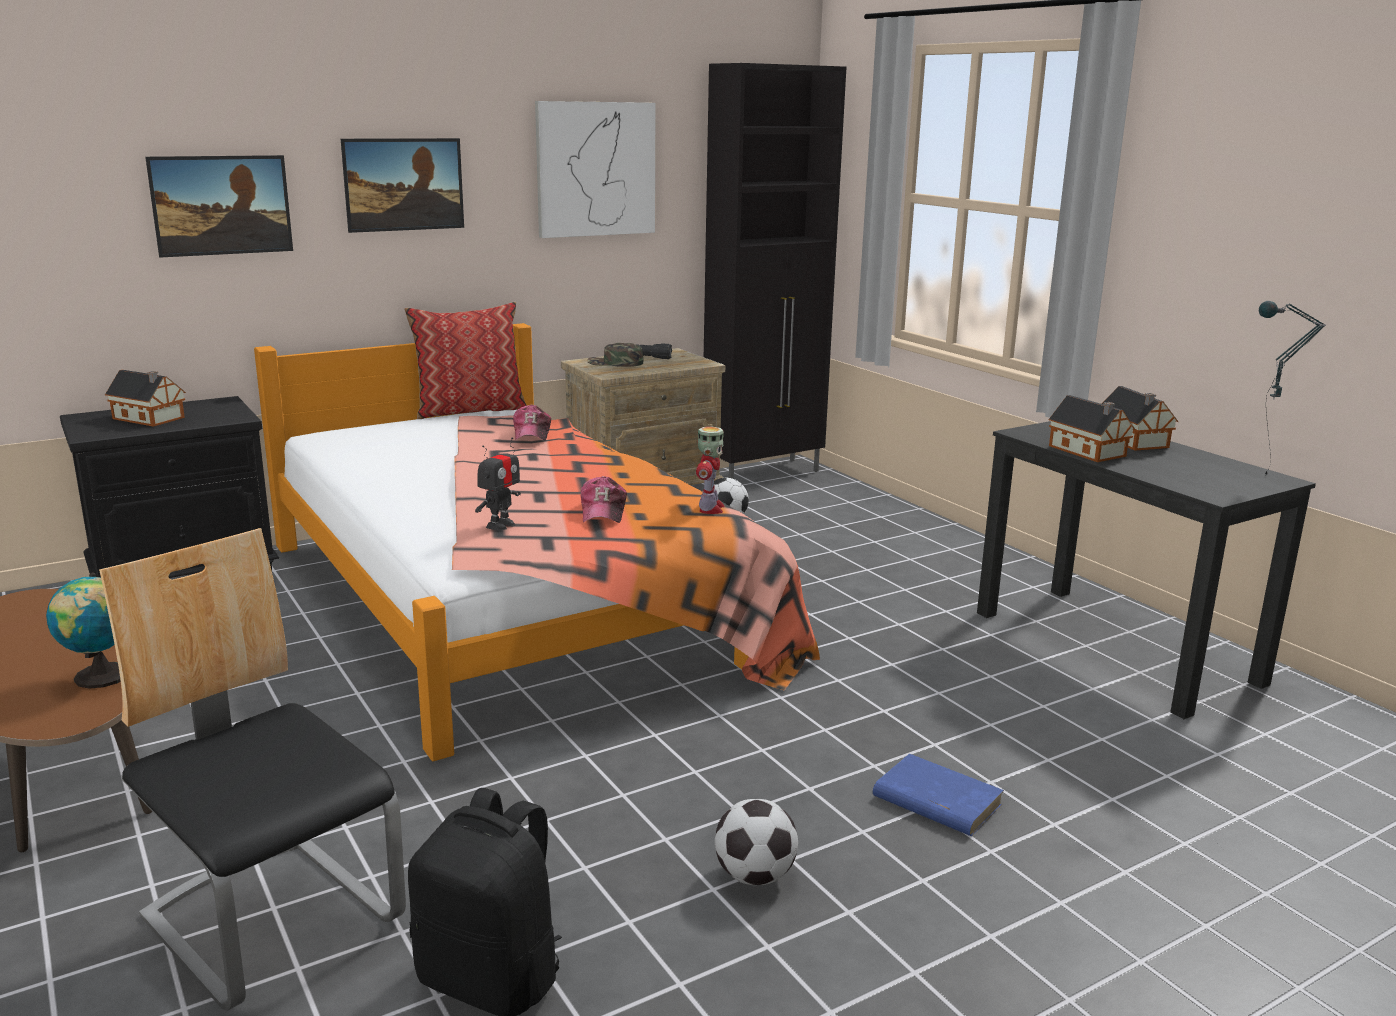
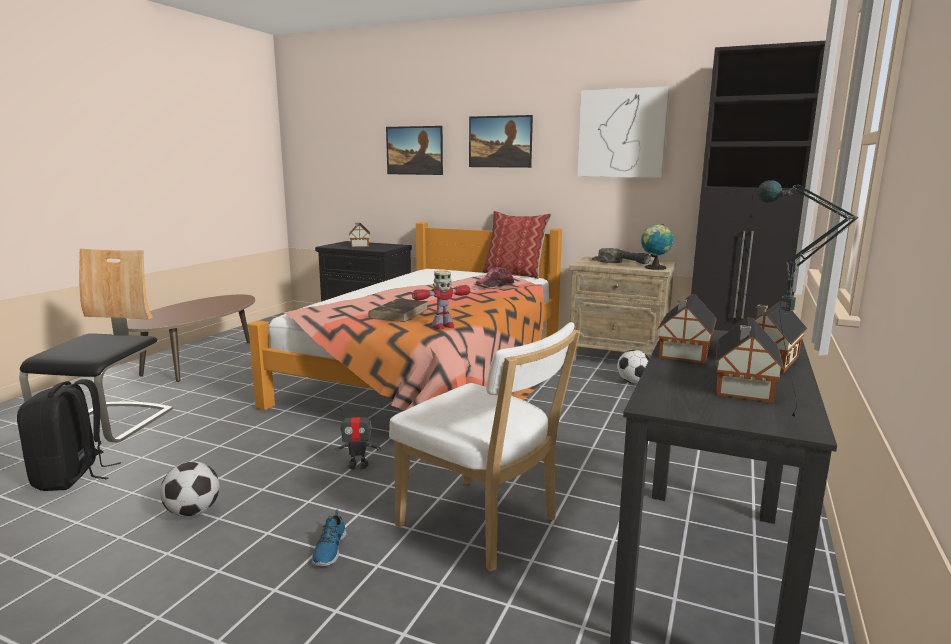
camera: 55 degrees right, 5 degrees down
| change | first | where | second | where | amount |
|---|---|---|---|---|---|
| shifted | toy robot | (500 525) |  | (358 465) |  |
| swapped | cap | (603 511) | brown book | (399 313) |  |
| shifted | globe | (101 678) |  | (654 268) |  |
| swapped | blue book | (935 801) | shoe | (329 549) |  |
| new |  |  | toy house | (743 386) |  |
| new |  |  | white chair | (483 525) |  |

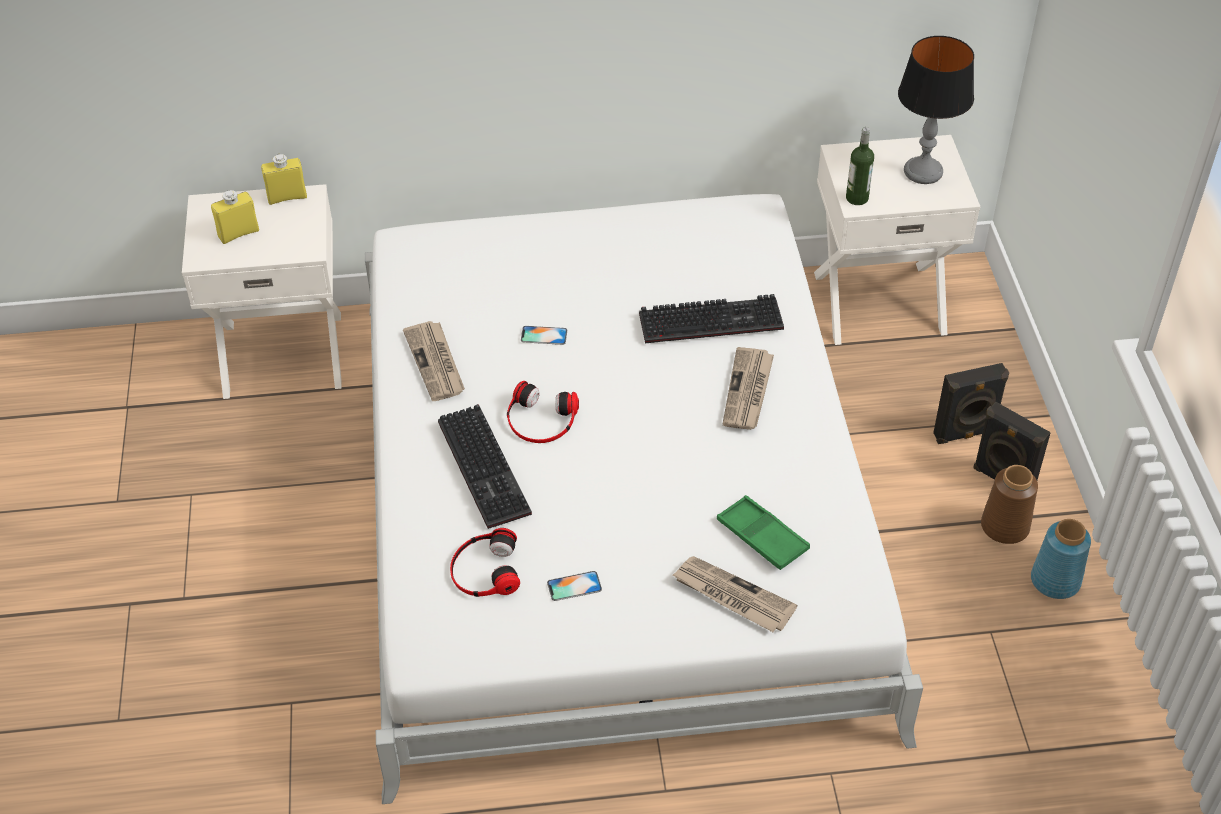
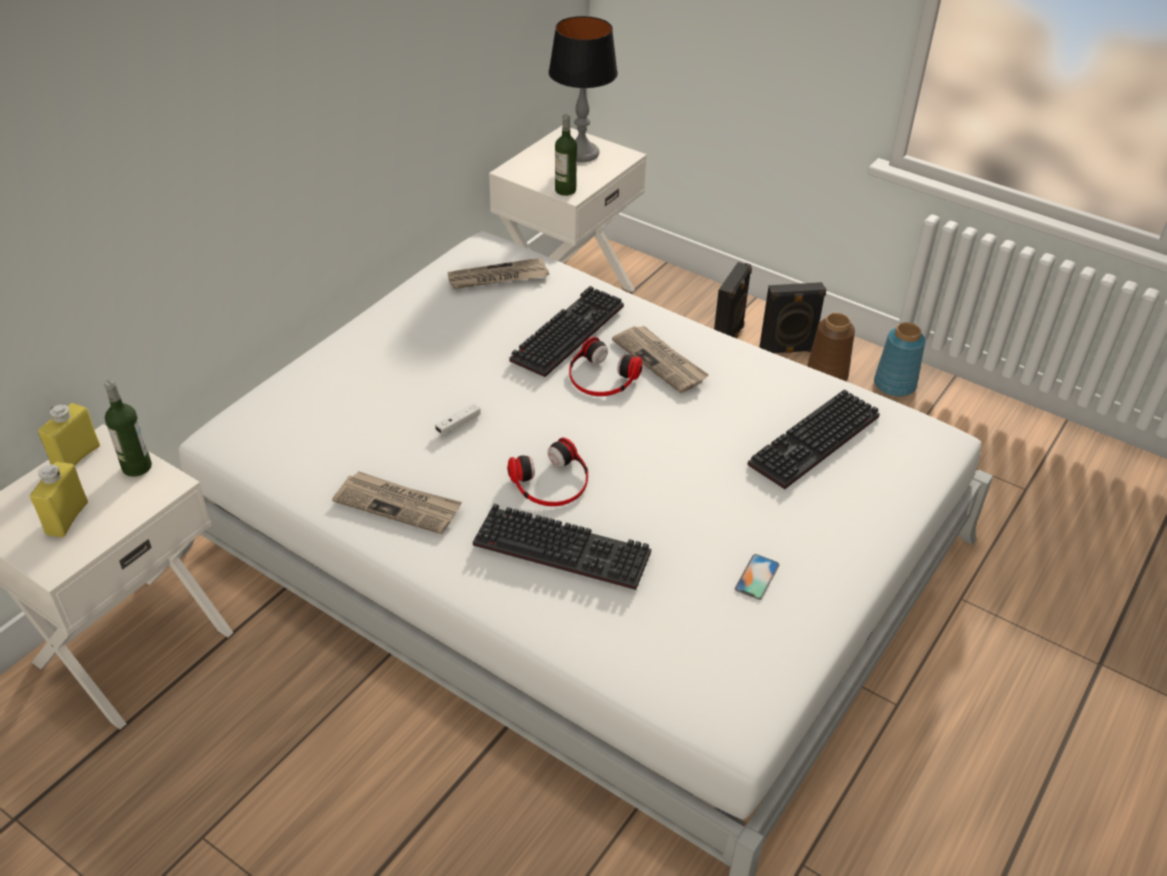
camera: 50 degrees left, 5 degrees down
| change | first | where | second | where | amount |
|---|---|---|---|---|---|
| swapped | phone | (544 335) | white game controller | (458 424) |  |
| swapped | green tray | (762 537) | keyboard | (815 443) |  |
| shifted | headphones | (485 570) |  | (601 377) |  |
| shifted | newspaper | (732 596) |  | (497 278) |  |
| new |  |  | bottle | (137 467) |  |

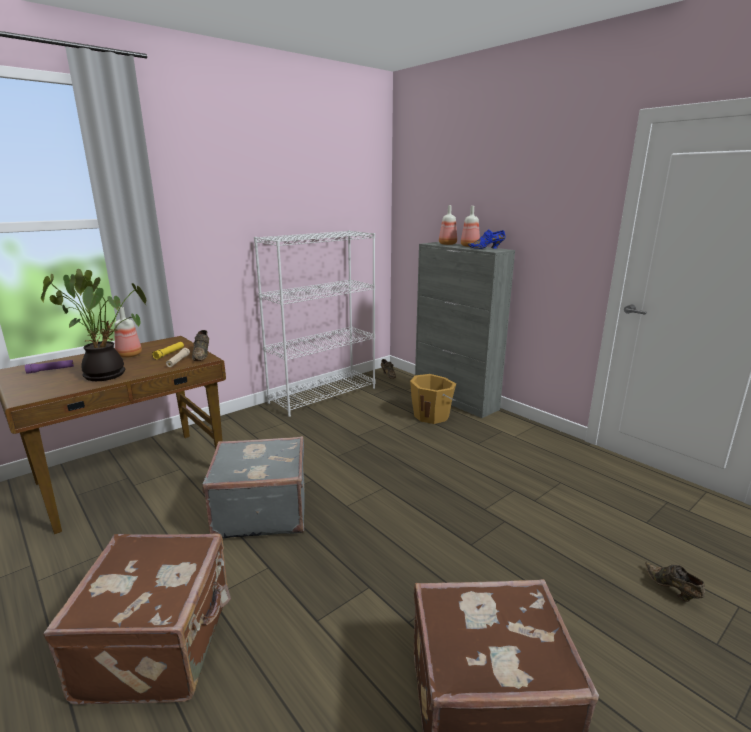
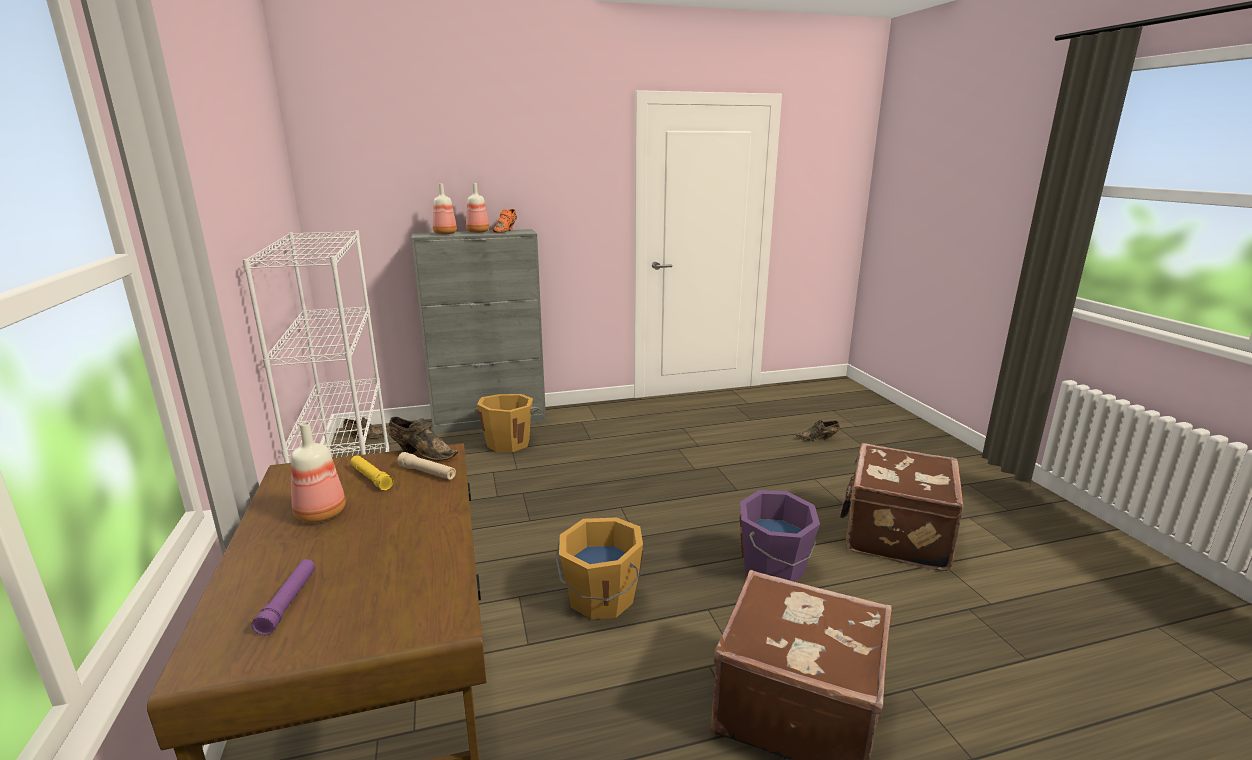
camera: 65 degrees left, 0 degrees up
| change | first | where | second | where | amount |
|---|---|---|---|---|---|
| repainted | blue shoe | (487 248) | orange shoe | (505 231) |  |
| gone | potted plant | (108 374) |  |  |  |
| swapped | grey suitcase | (261 511) | orange bucket | (600 598) |  |
| new |  |  | purple bucket | (774 568) |  |

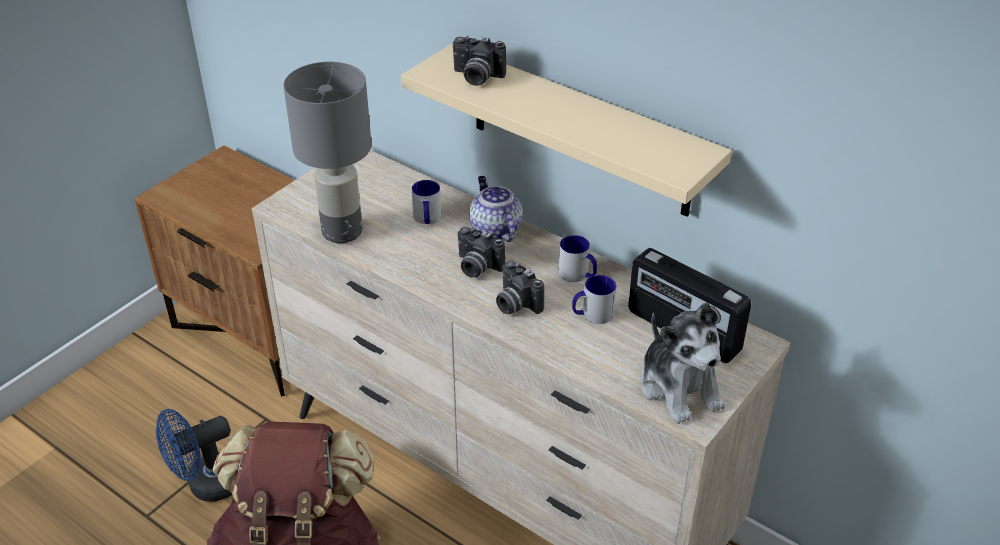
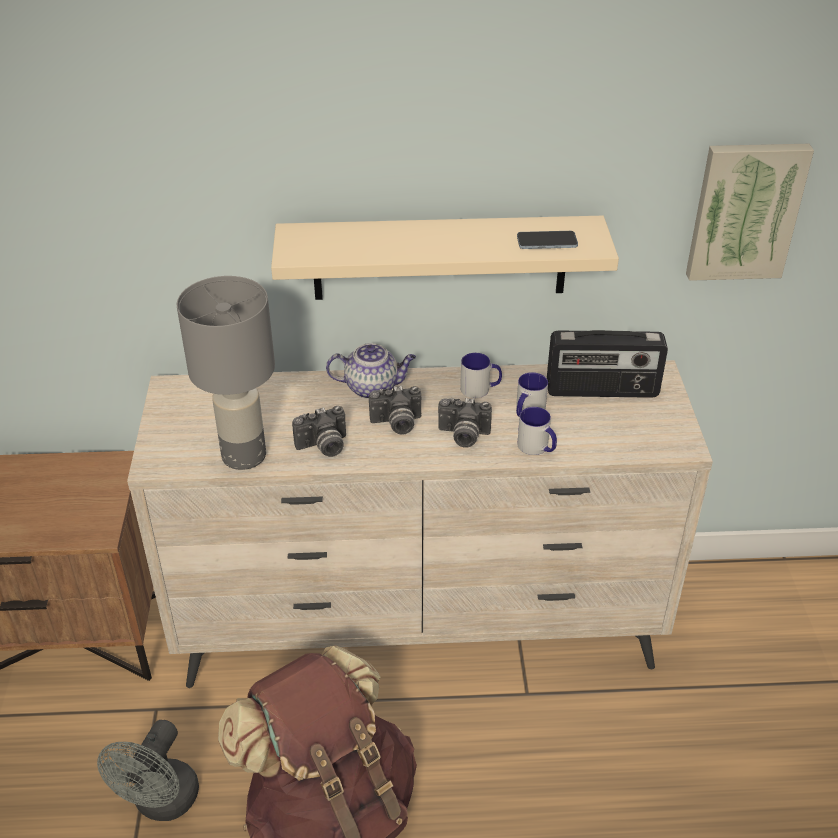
camera: 40 degrees left, 0 degrees up
| change | first | where | second | where | amount |
|---|---|---|---|---|---|
| shifted | photo camera | (476 78) |  | (323 447) |  |
| rotated | teapot | (494 229) |  | (373 387) | 150 degrees clockwise |
| shifted | mug | (427 219) |  | (537 448) |  |
| gone | plush toy | (679 387) |  |  |  |
| repainted | blue fan | (207 485) | grey fan | (162 803) |  |
| new |  |  | picture | (745 210) |  |
| new |  |  | phone | (547 242) |  |

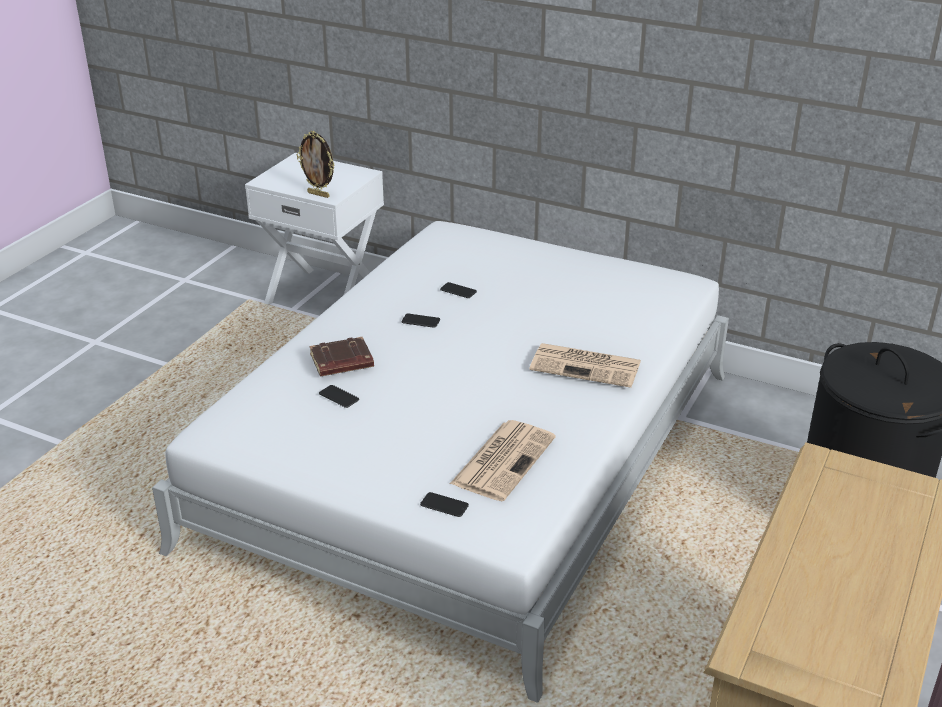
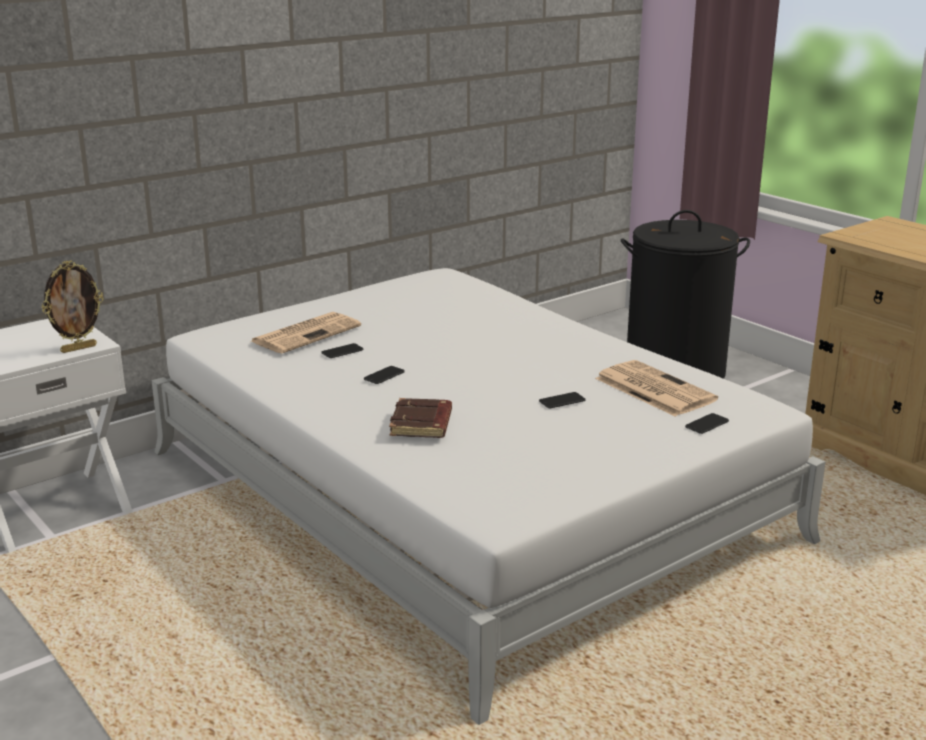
camera: 65 degrees left, 10 degrees down
| change | first | where | second | where | amount |
|---|---|---|---|---|---|
| shifted | newspaper | (587 366) |  | (306 333) |  |
| shifted | phone | (339 397) |  | (562 401) |  |

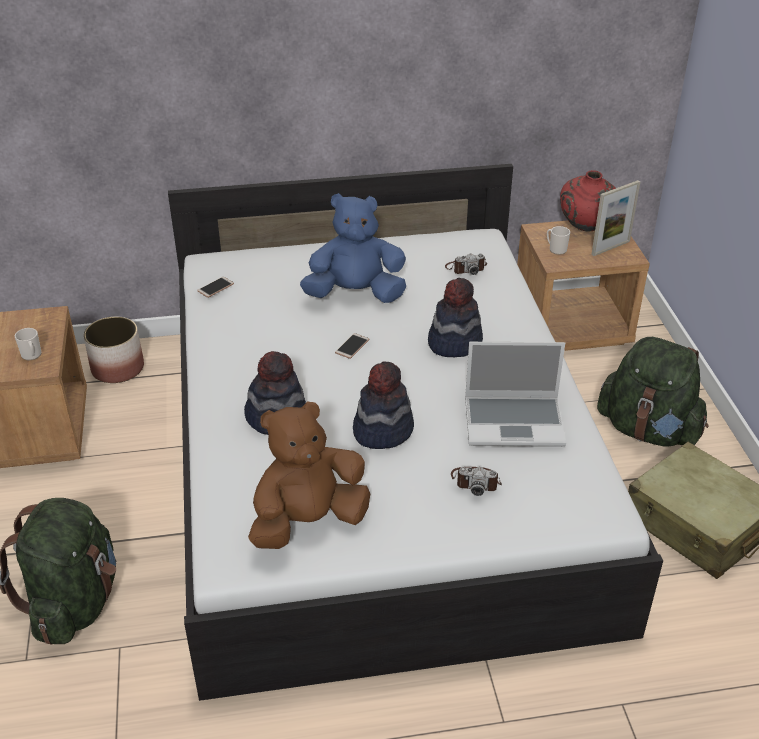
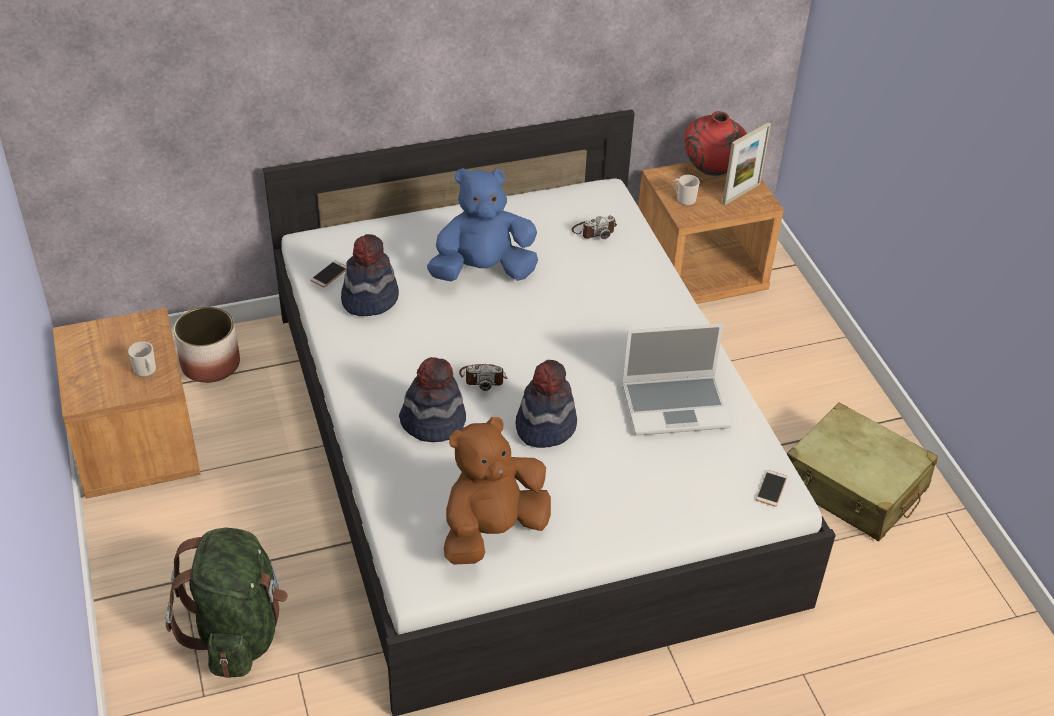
camera: 10 degrees left, 5 degrees up
| change | first | where | second | where | amount |
|---|---|---|---|---|---|
| shifted | hat | (454 342) |  | (369 298) |  |
| shifted | phone | (352 346) |  | (771 489) |  |
| gone | green backpack | (648 430) |  |  |  |
| shifted | photo camera | (475 481) |  | (483 377) |  |

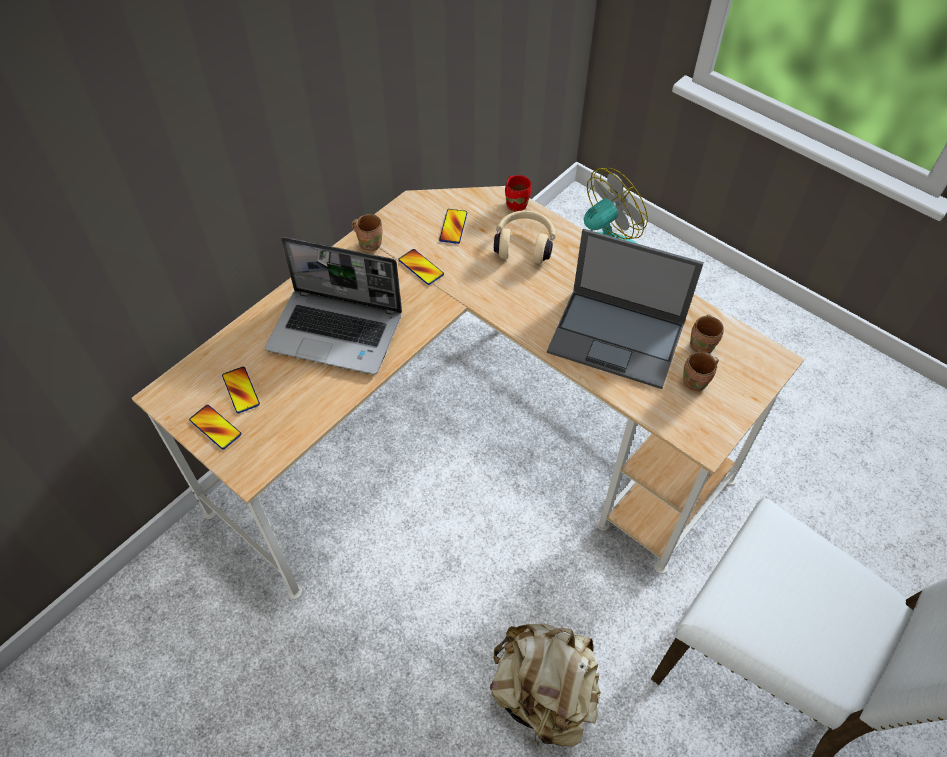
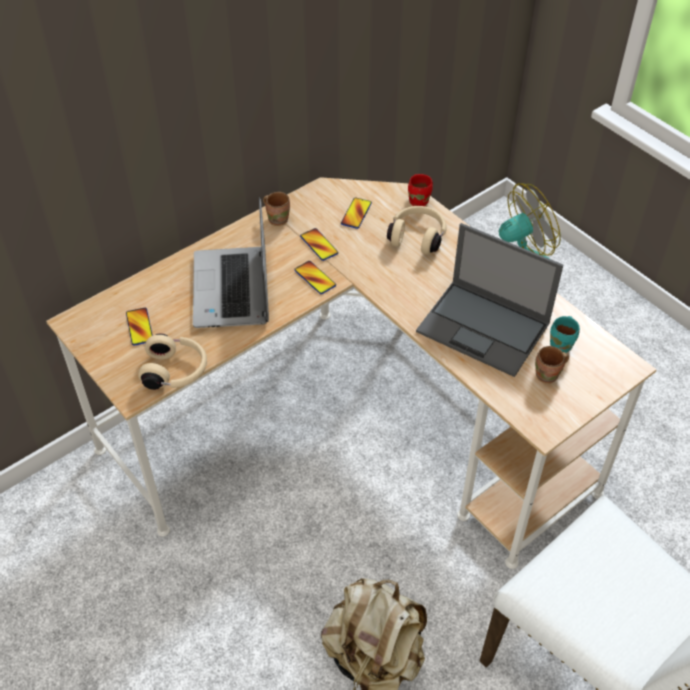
camera: 10 degrees right, 5 degrees down
| change | first | where | second | where | amount |
|---|---|---|---|---|---|
| rotated | laptop | (337 332) |  | (233 290) | 60 degrees clockwise |
| repainted | brown mug | (703 345) | turquoise mug | (562 345) |  |
| shifted | phone | (215 427) |  | (315 278) |  |
| new |  |  | beige headphones | (176 371) |  |

